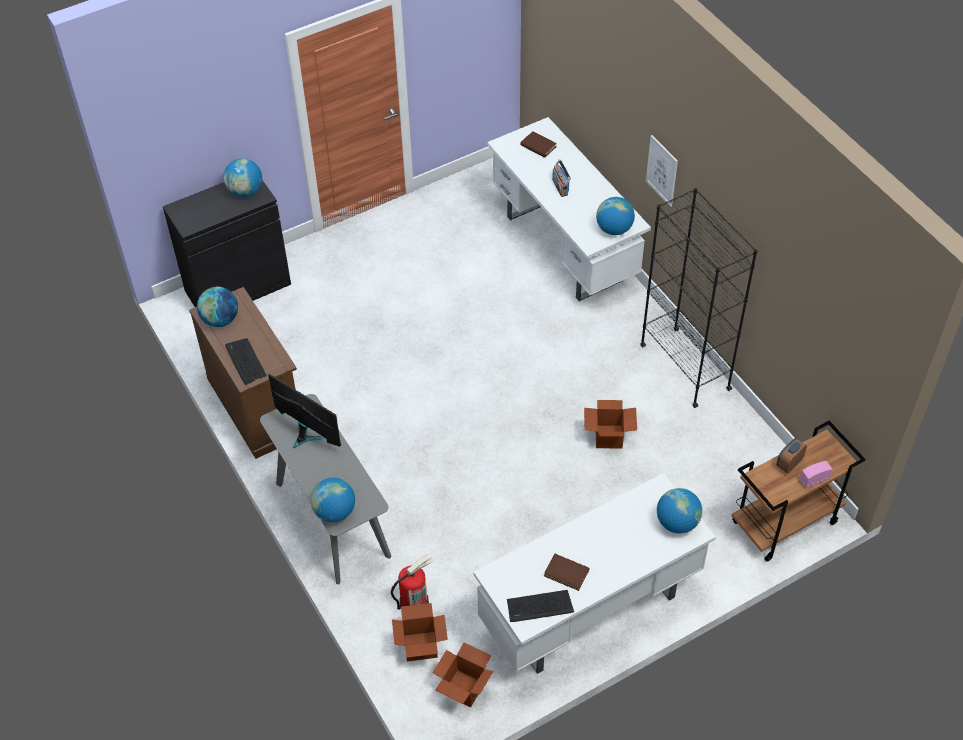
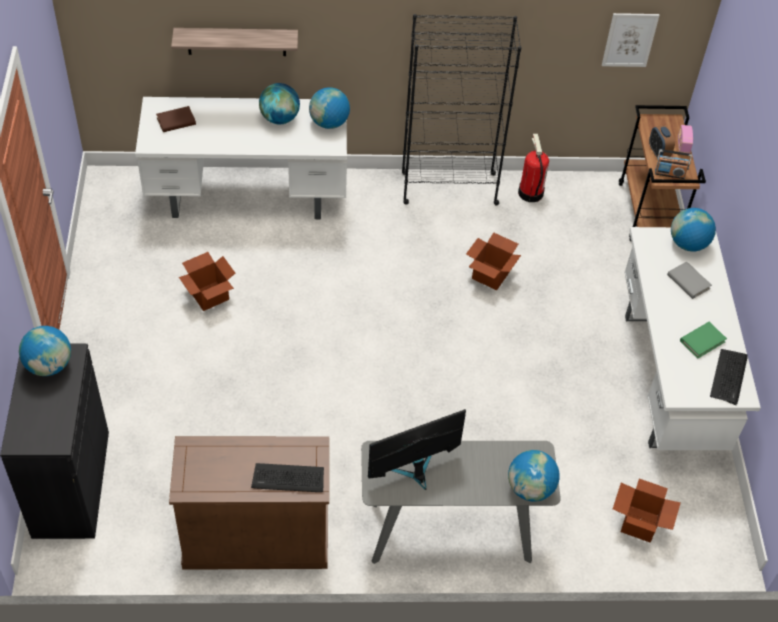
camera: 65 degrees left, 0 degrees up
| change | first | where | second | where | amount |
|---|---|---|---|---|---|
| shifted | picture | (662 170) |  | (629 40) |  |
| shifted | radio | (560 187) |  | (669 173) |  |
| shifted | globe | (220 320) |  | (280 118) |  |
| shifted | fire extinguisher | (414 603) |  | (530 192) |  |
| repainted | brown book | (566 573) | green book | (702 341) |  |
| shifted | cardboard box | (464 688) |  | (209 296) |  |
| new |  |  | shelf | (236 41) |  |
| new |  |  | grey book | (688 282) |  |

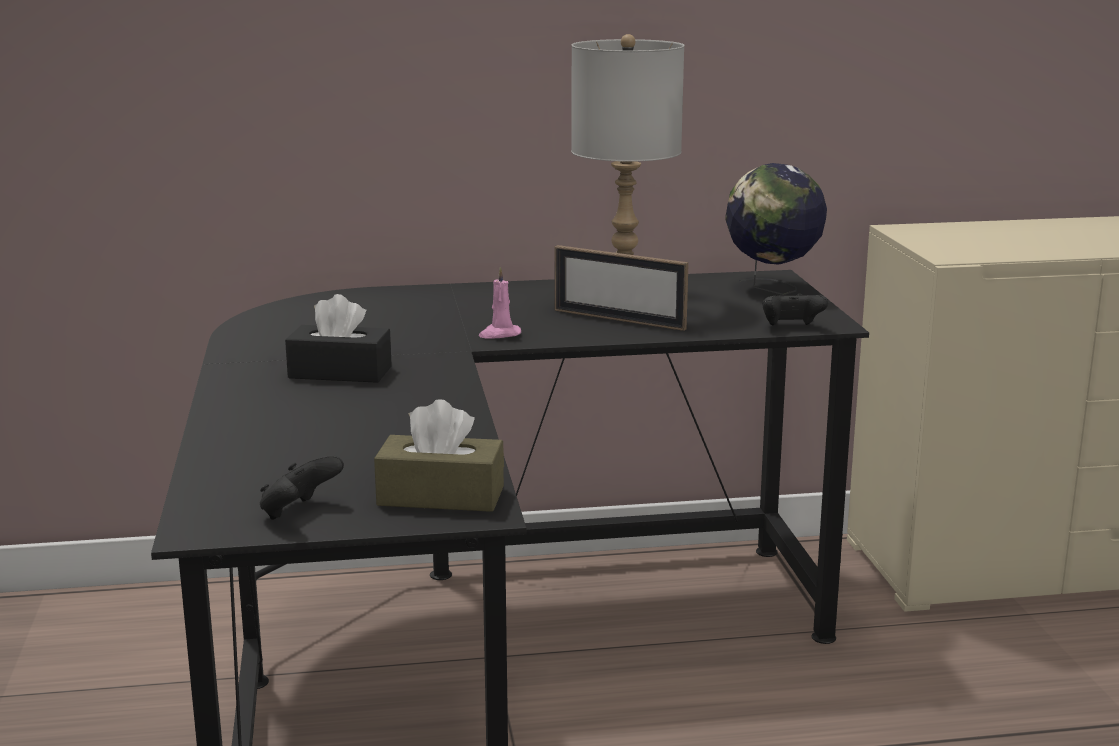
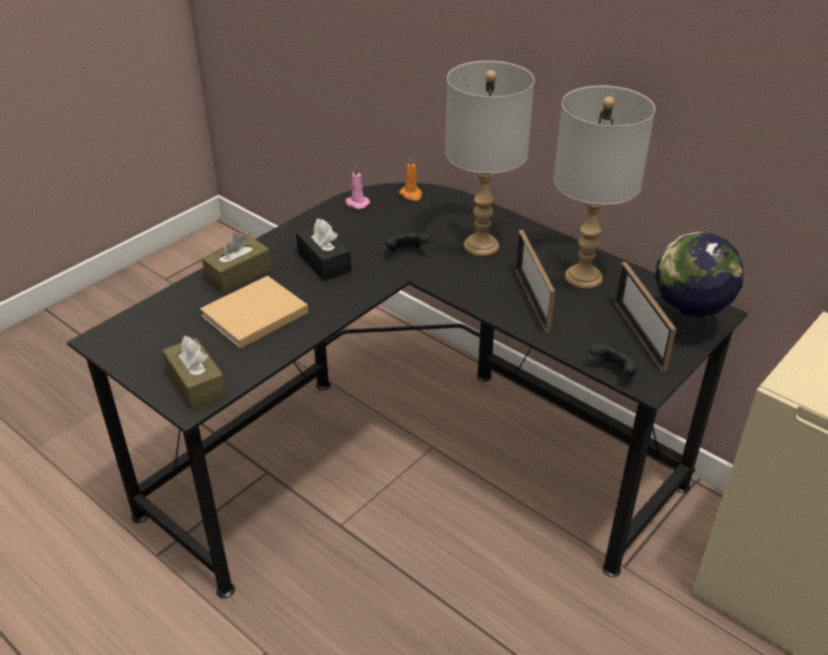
camera: 50 degrees right, 20 degrees up
| change | first | where | second | where | amount |
|---|---|---|---|---|---|
| shifted | pink candle | (499 334) |  | (356 203) |  |
| shifted | black game controller | (299 512) |  | (406 253) |  |
| new |  |  | grey table lamp | (482 245) |  |
| new |  |  | orange candle | (411 195) |  |
| new |  |  | brown tissue box | (238 274) |  |
| new |  |  | picture frame | (639 335) |  |
| new |  |  | beige book | (252 315) |  |

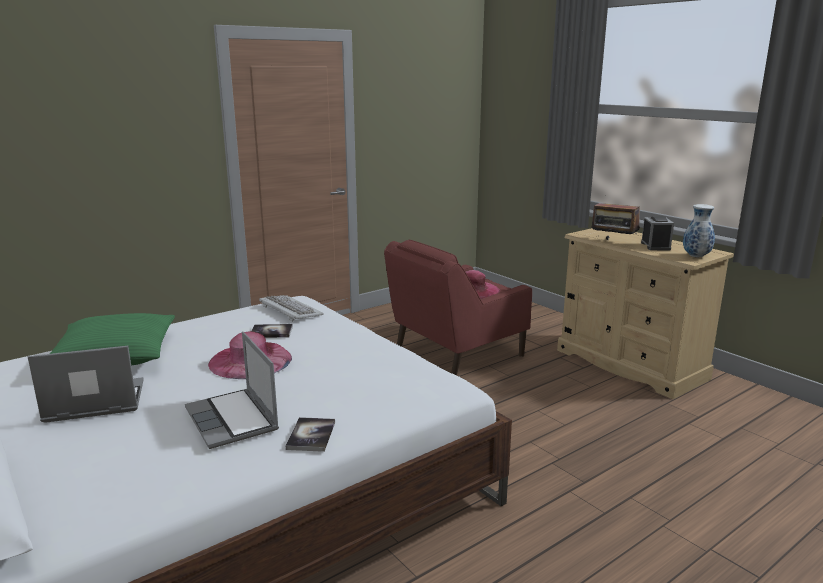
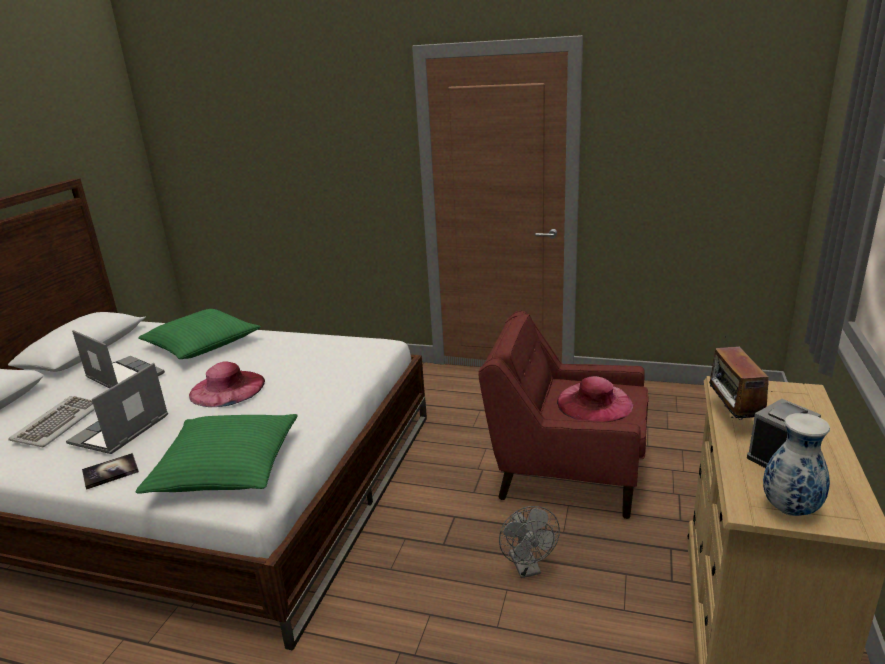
camera: 55 degrees right, 5 degrees up
| change | first | where | second | where | amount |
|---|---|---|---|---|---|
| shifted | keyboard | (289 310) |  | (58 424) |  |
| gone | book | (271 332) |  |  |  |
| new |  |  | green pillow | (226 467) |  |
| new |  |  | grey fan | (527 568) |  |

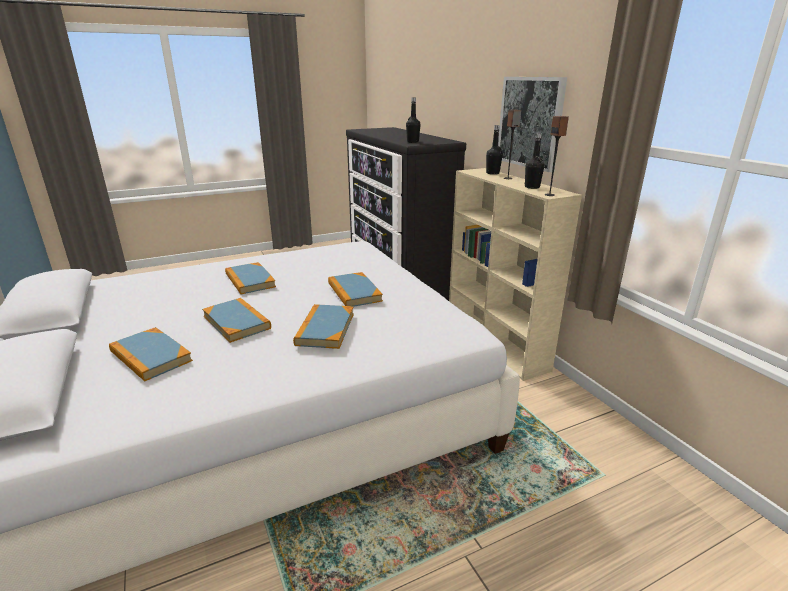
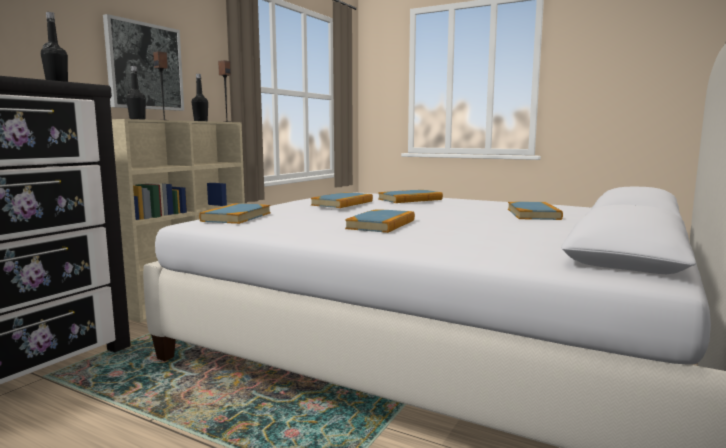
camera: 125 degrees left, 15 degrees down
| change | first | where | second | where | amount |
|---|---|---|---|---|---|
| shifted | book | (237 322) |  | (236 217) |  |

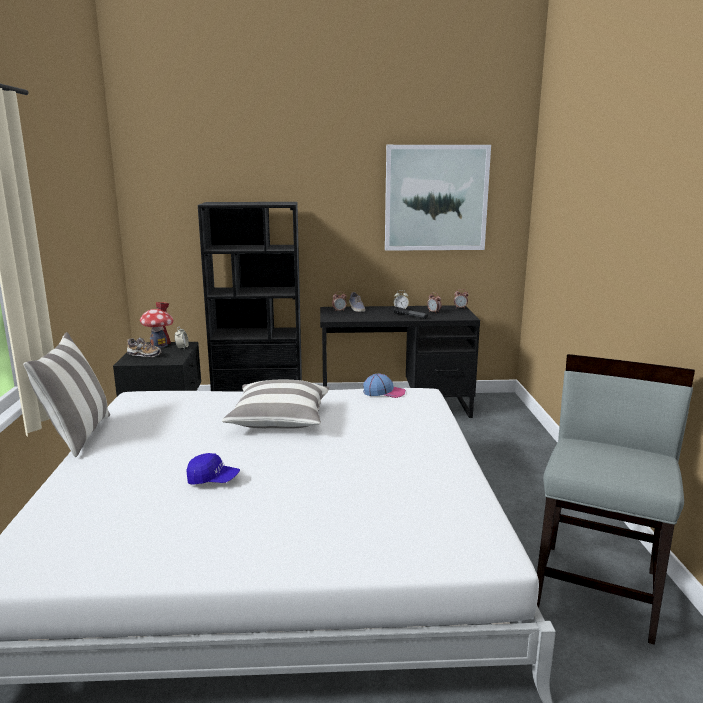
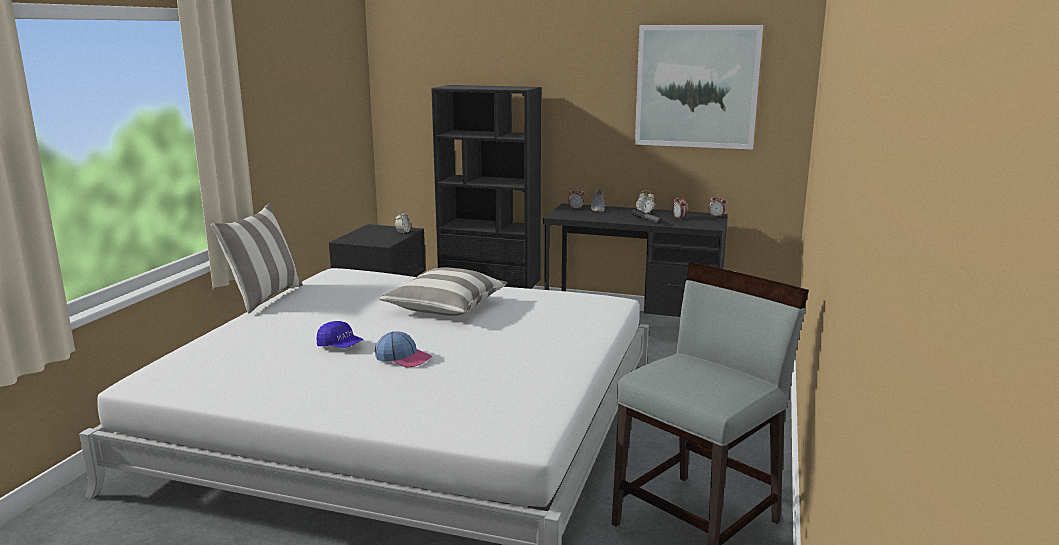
camera: 20 degrees right, 0 degrees up
| change | first | where | second | where | amount |
|---|---|---|---|---|---|
| gone | toy house | (159 345) |  |  |  |
| gone | shoe | (144 355) |  |  |  |
| shifted | cap | (384 392) |  | (403 357) |  |

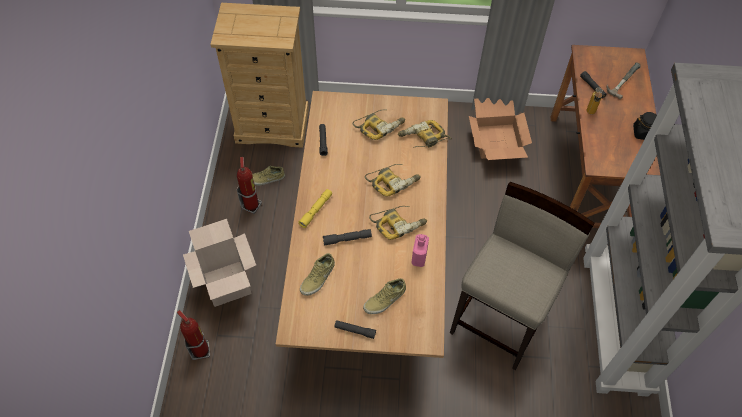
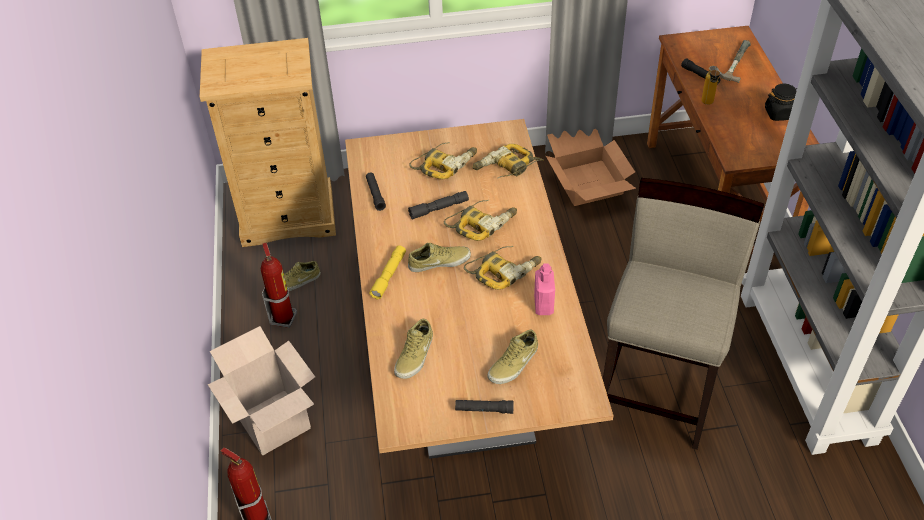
camera: 10 degrees left, 10 degrees down
| change | first | where | second | where | amount |
|---|---|---|---|---|---|
| shifted | grey flashlight | (347 239) |  | (439 208) |  |
| new |  |  | beige shoe | (439 261) |  |

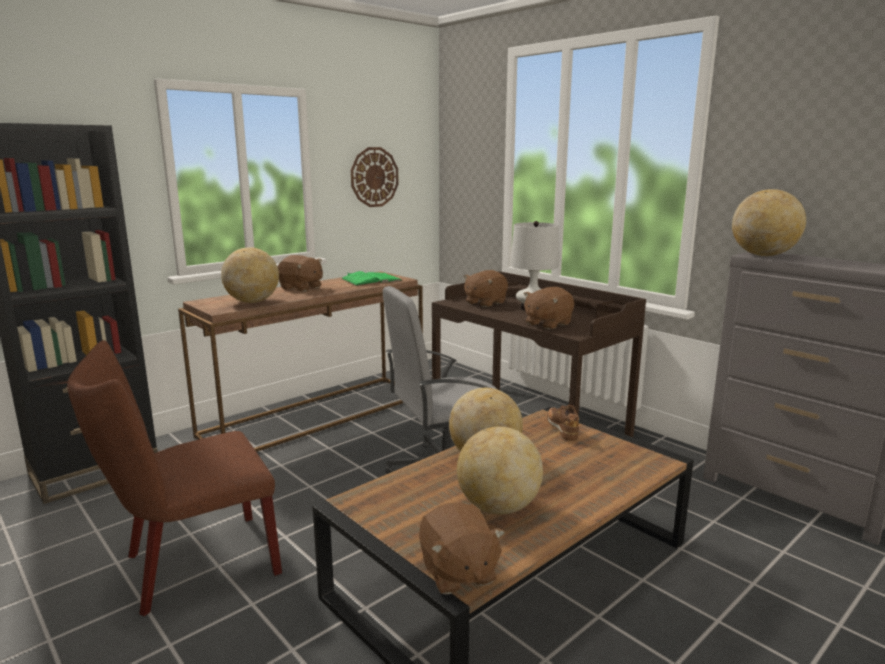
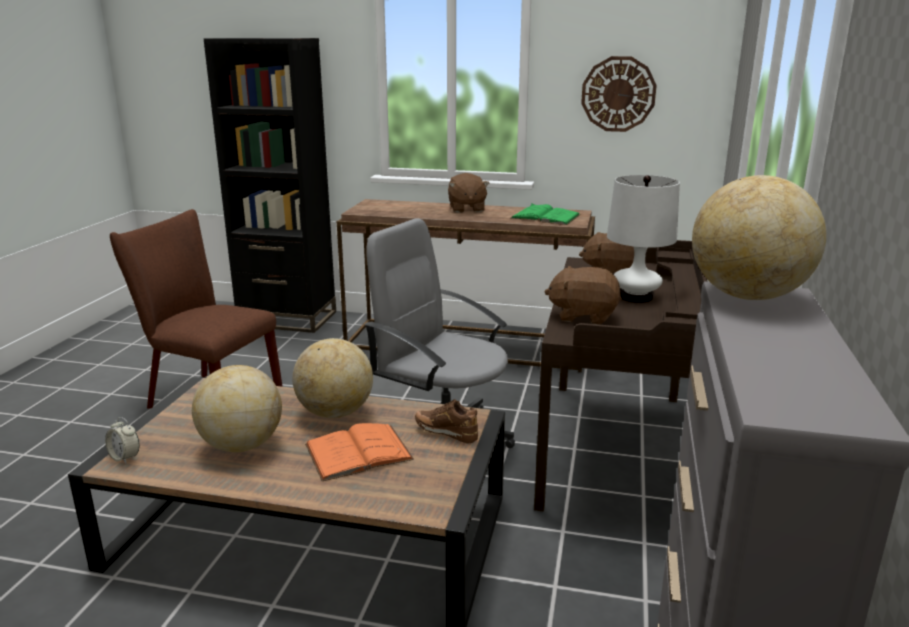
camera: 55 degrees right, 5 degrees up
| change | first | where | second | where | amount |
|---|---|---|---|---|---|
| gone | globe | (252 302) |  |  |  |
| rotated | brown shoe | (562 430) |  | (446 433) | 105 degrees counterclockwise |
| swapped | brown plush toy | (457 572) | alarm clock | (125 457) |  |
| new |  |  | orange book | (358 452) |  |

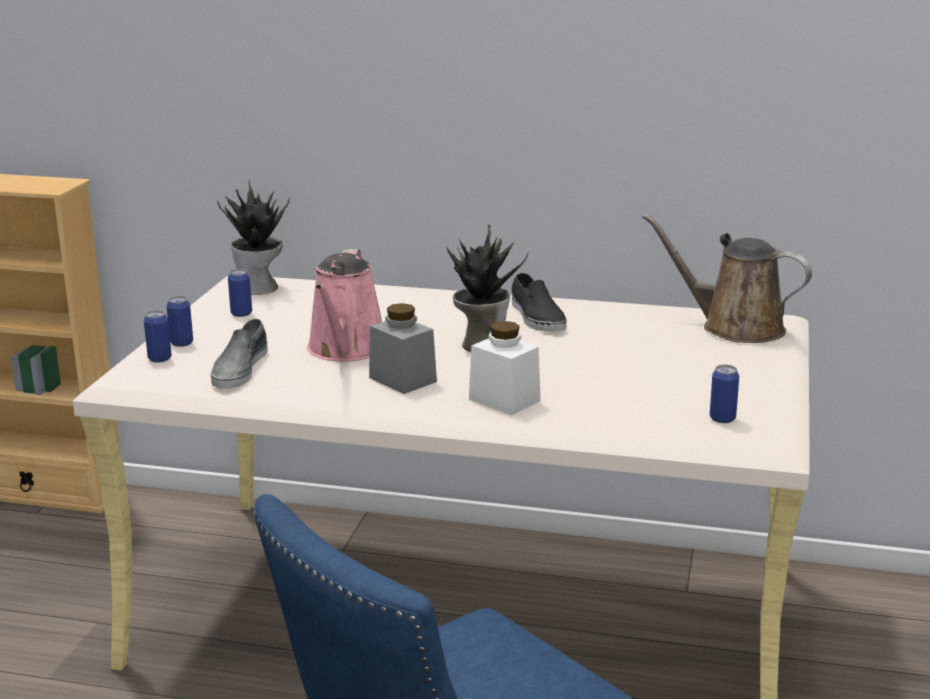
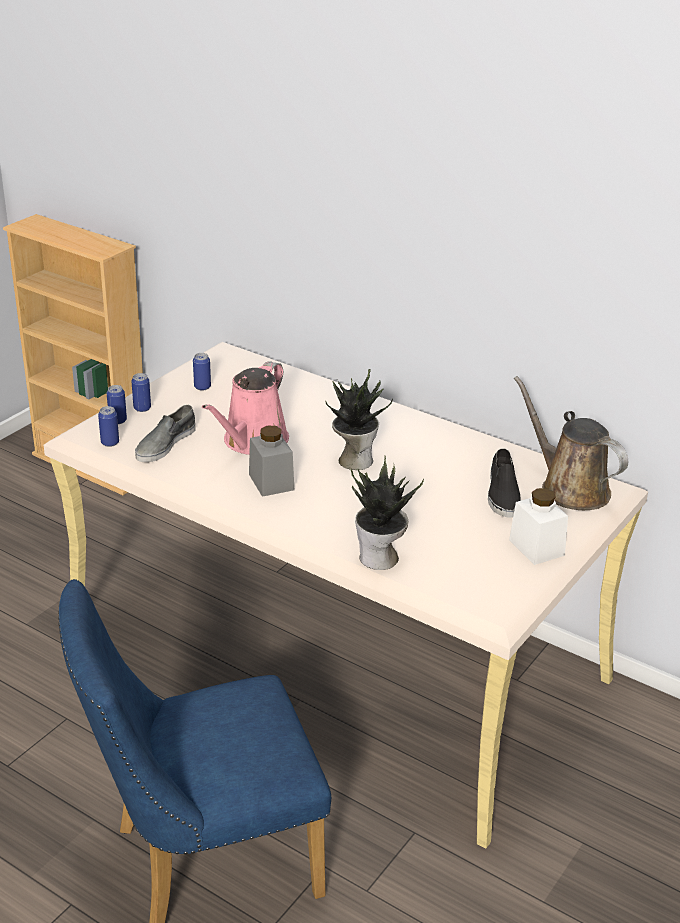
camera: 20 degrees right, 10 degrees up
| change | first | where | second | where | amount |
|---|---|---|---|---|---|
| shifted | potted plant | (260 288) |  | (380 559) |  |
| shifted | black shoe | (536 317) |  | (502 494) |  |
| shifted | white jar | (504 400) |  | (536 547) |  |
| shifted | can | (722 418) |  | (110 443) |  |

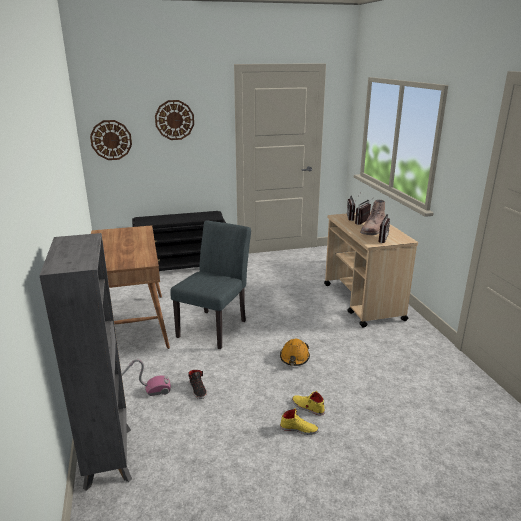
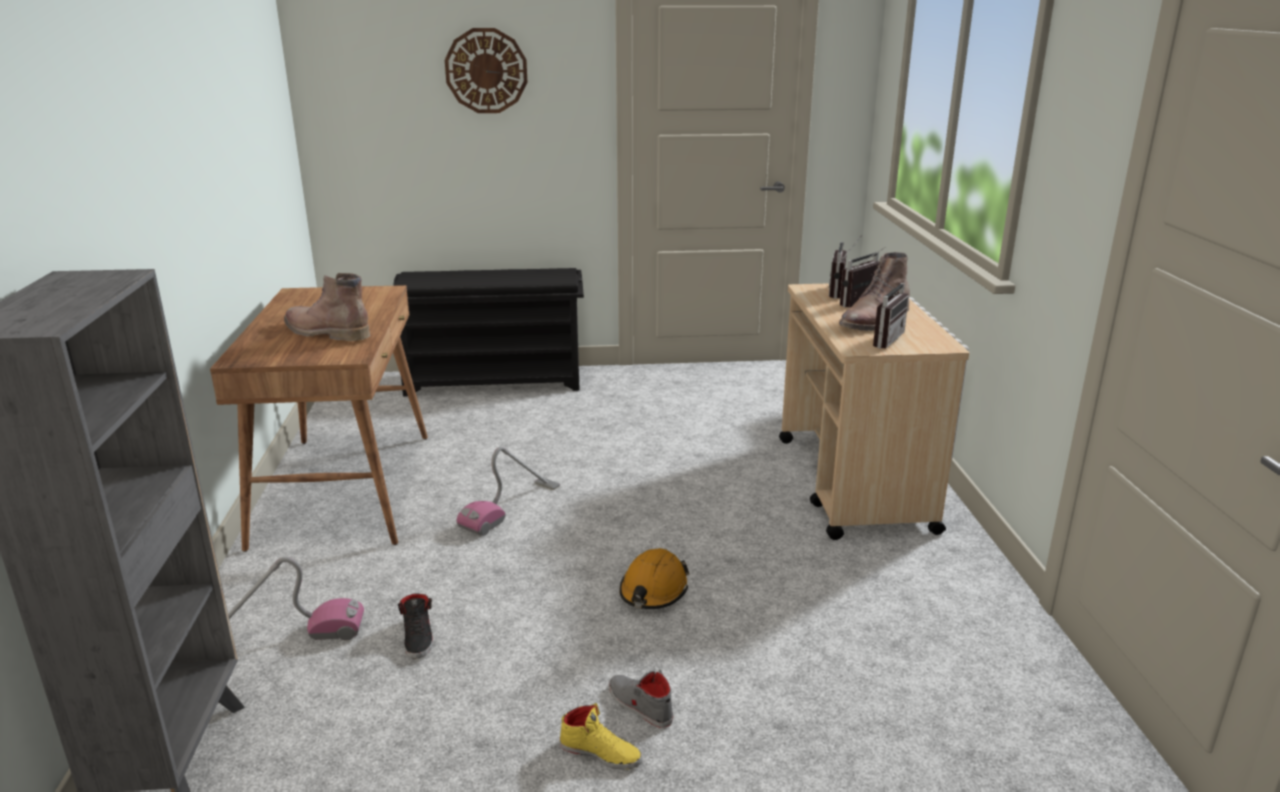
camera: 10 degrees right, 0 degrees up
| change | first | where | second | where | amount |
|---|---|---|---|---|---|
| gone | wall clock | (111 140) |  |  |  |
| swapped | grey chair | (215 326) | vacuum cleaner | (511 507) |  |
| repainted | yellow shoe | (307 407) | grey shoe | (639 705) |  |
| new |  |  | brown boot | (325 332) |  |

